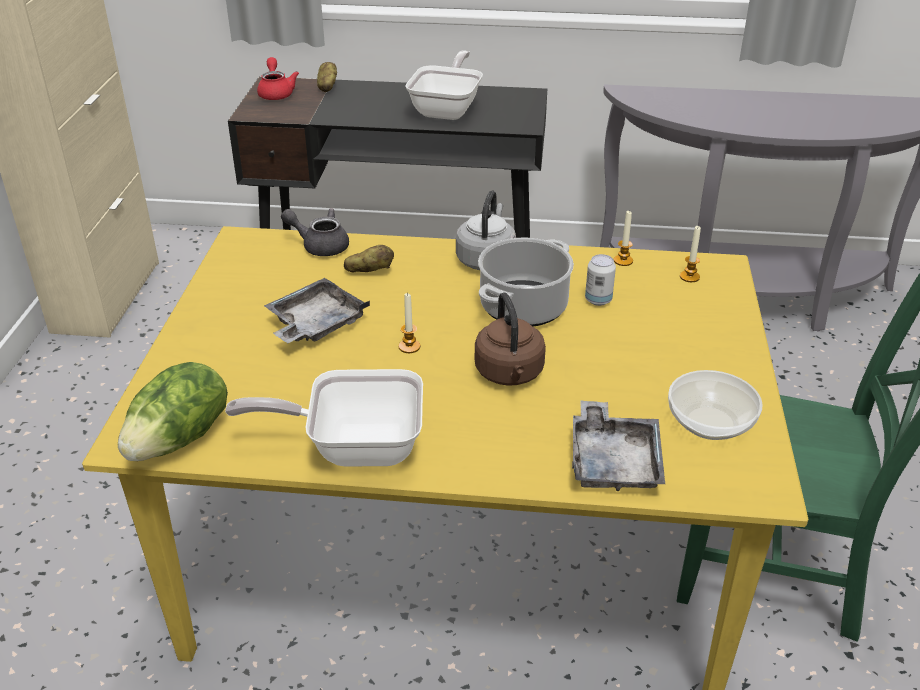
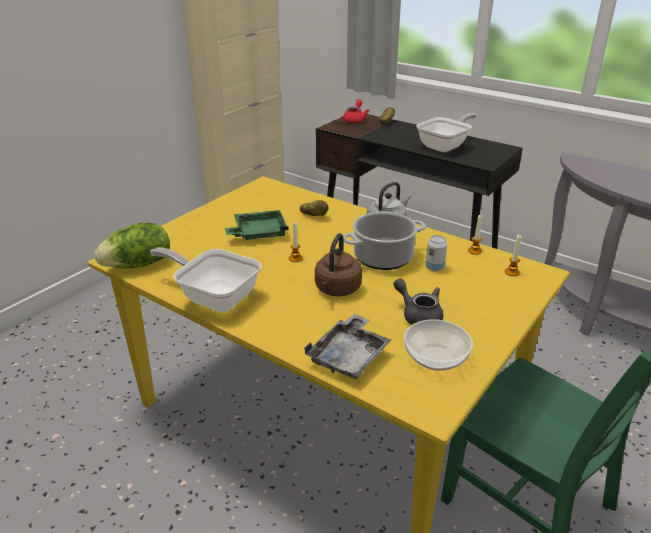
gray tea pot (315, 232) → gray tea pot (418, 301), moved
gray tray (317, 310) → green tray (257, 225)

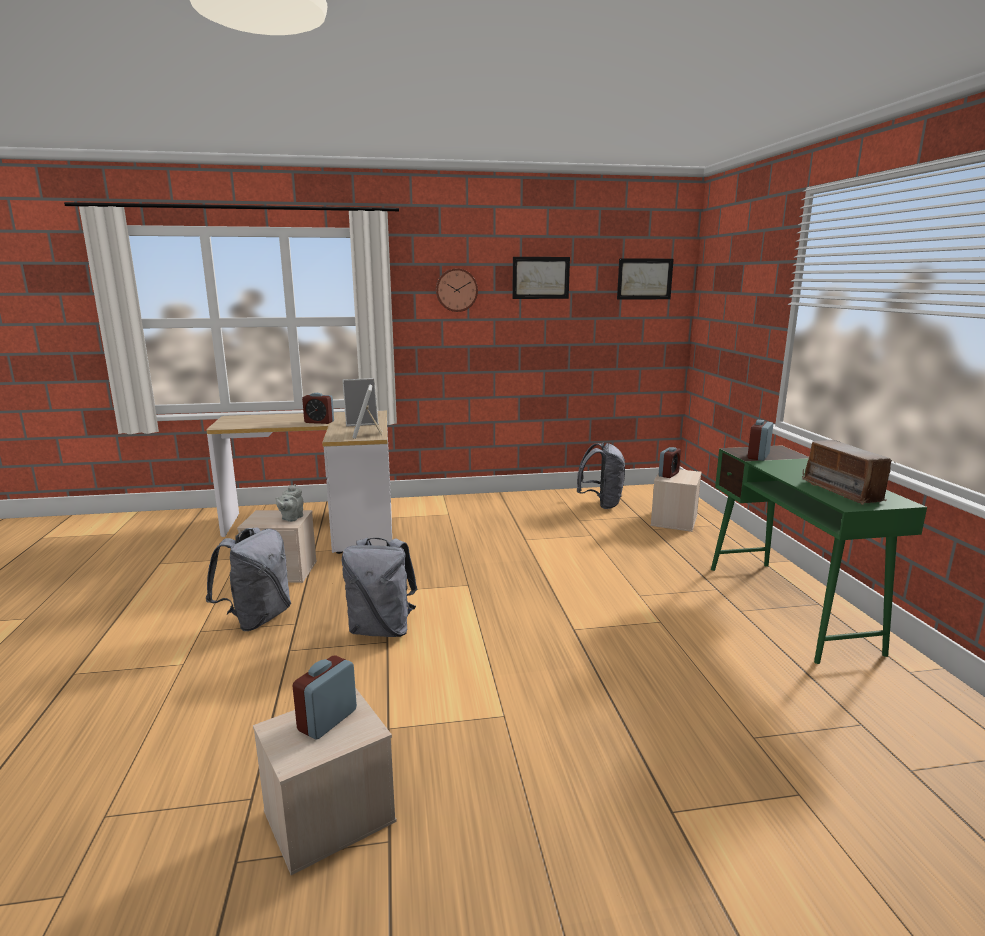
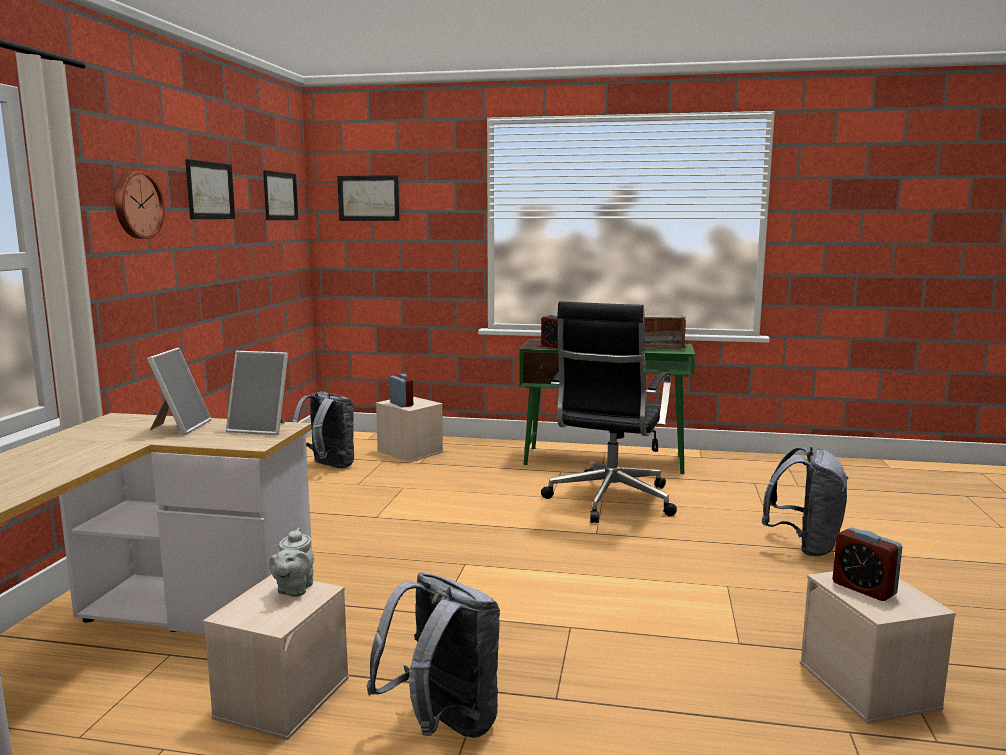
table clock (318, 408) → -
- → wall picture (368, 198)
- → blackish office chair (609, 412)
gray backpack (379, 587) → gray backpack (805, 502), moved
gray tea pot (289, 503) → gray tea pot (291, 562), 60 degrees clockwise

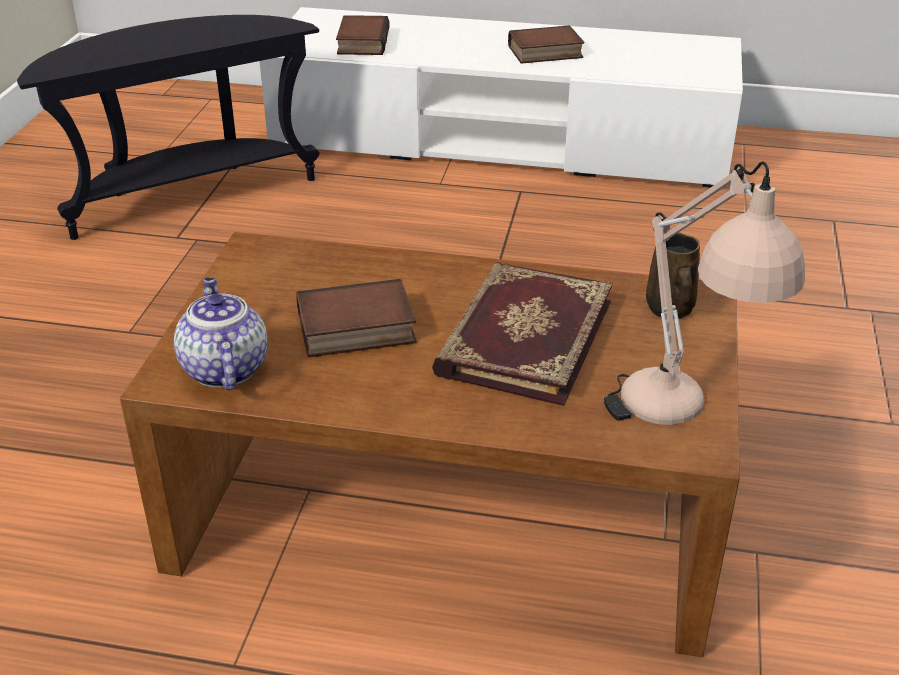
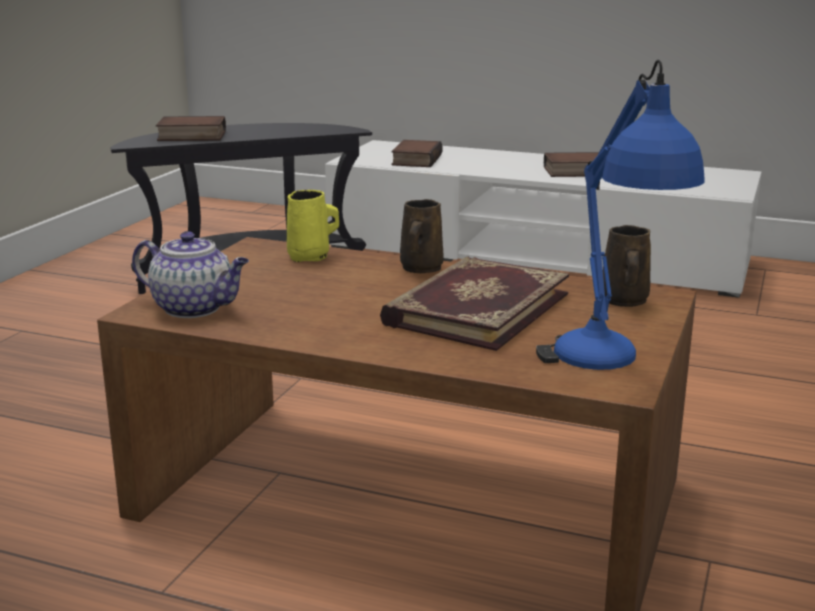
- → yellow-coloured tea mug (313, 226)
- → brown-coloured tea mug (422, 236)
volume (356, 318) → volume (191, 128), moved
beige table lamp (704, 293) → blue-coloured table lamp (620, 215)
tea pot (221, 333) → tea pot (190, 274), 120 degrees clockwise

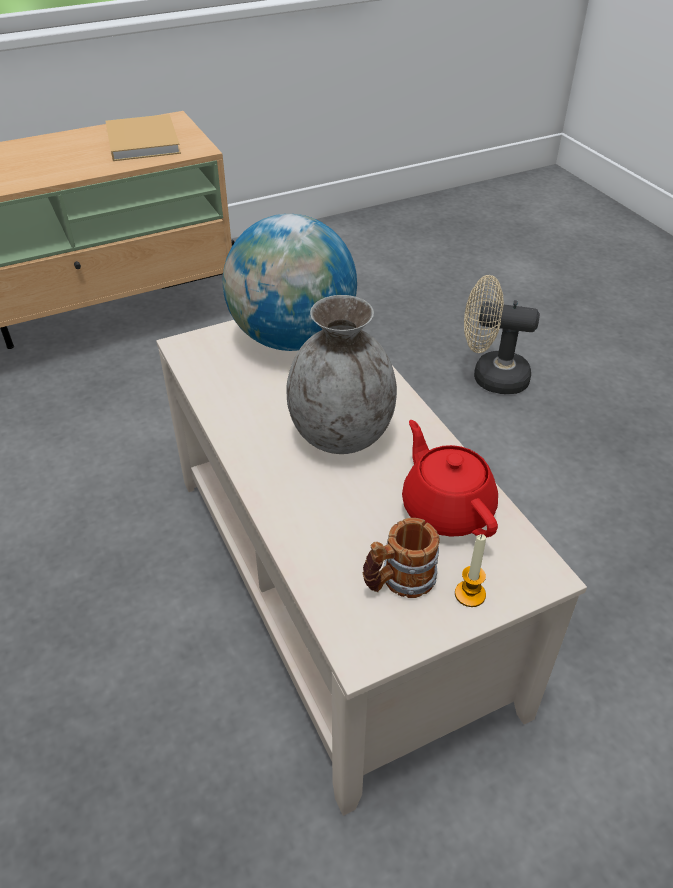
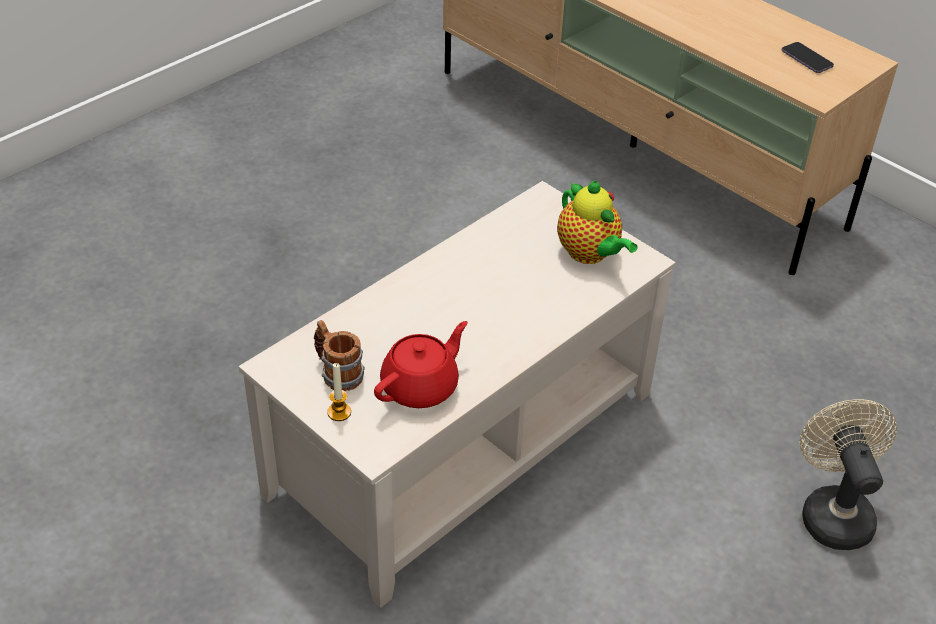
gray vase (341, 374) → -
beige volume (143, 137) → handset (808, 57)
desk globe (290, 282) → tea pot (597, 222)

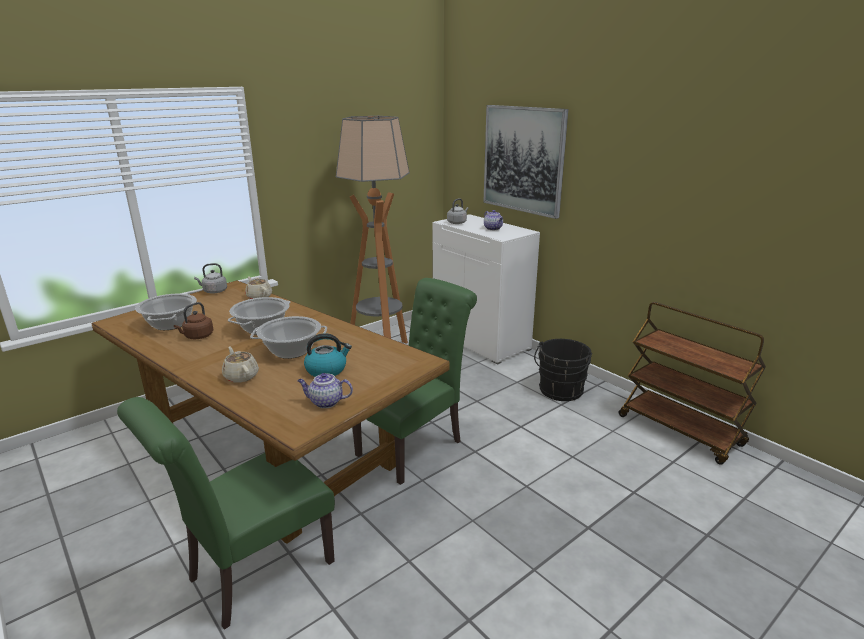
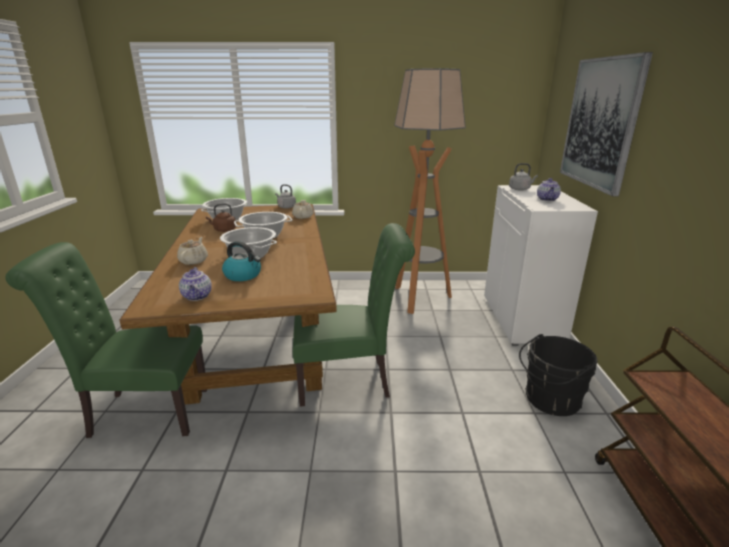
tea pot (325, 390) → tea pot (195, 284), 150 degrees counterclockwise

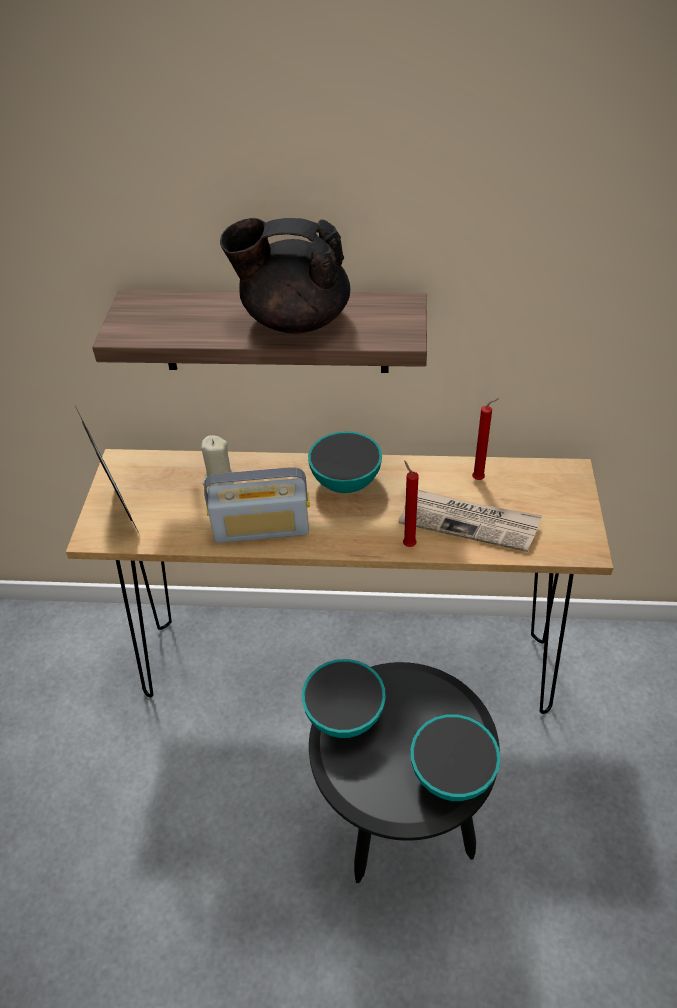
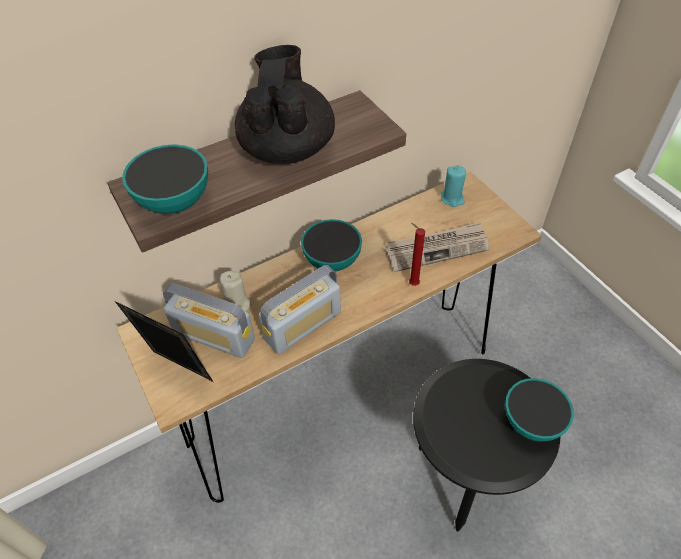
red wax light (485, 439) → -
- → radio (209, 320)
- → blue-green wax light (453, 186)
serving bowl (344, 698) → serving bowl (165, 179), moved
blackish tea pot (285, 276) → blackish tea pot (285, 104), 120 degrees clockwise

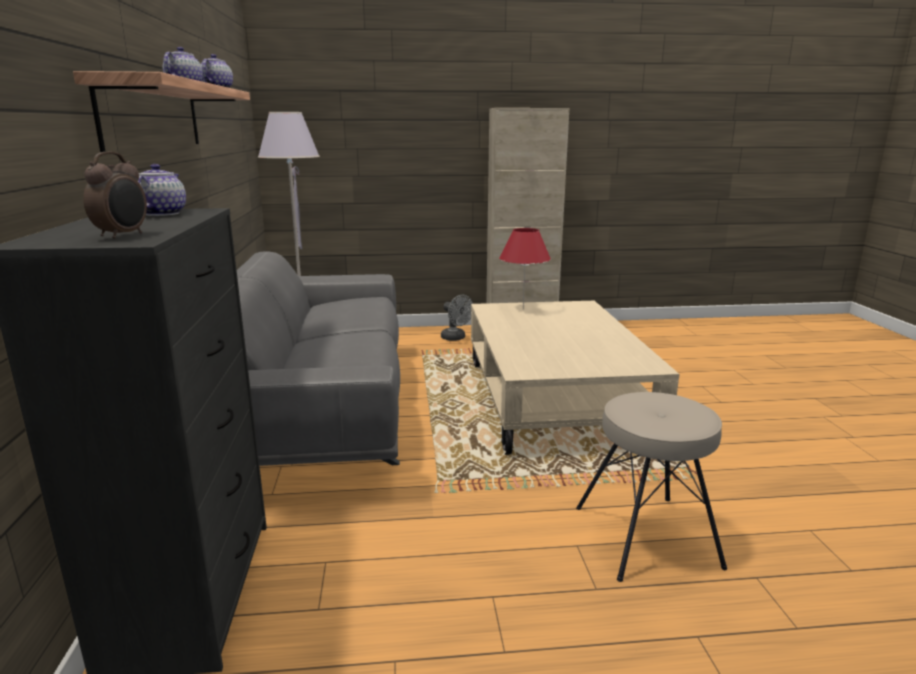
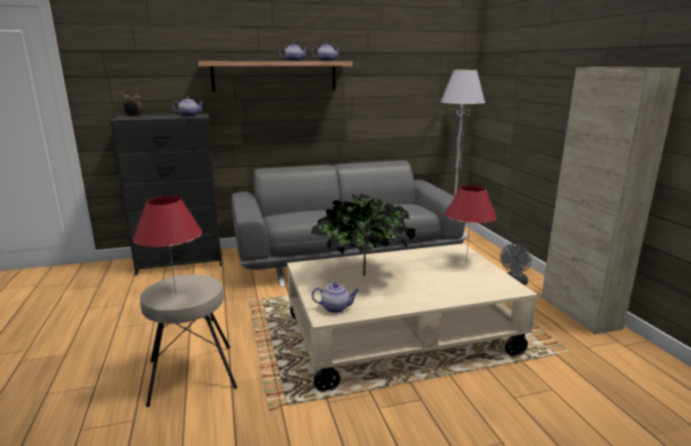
- → red table lamp (167, 244)
- → plant in a pot (363, 235)
- → tea pot (335, 298)

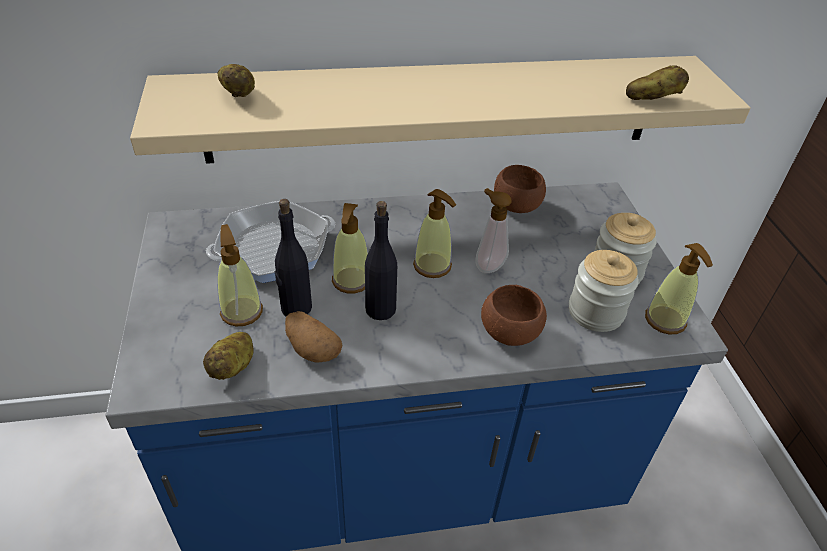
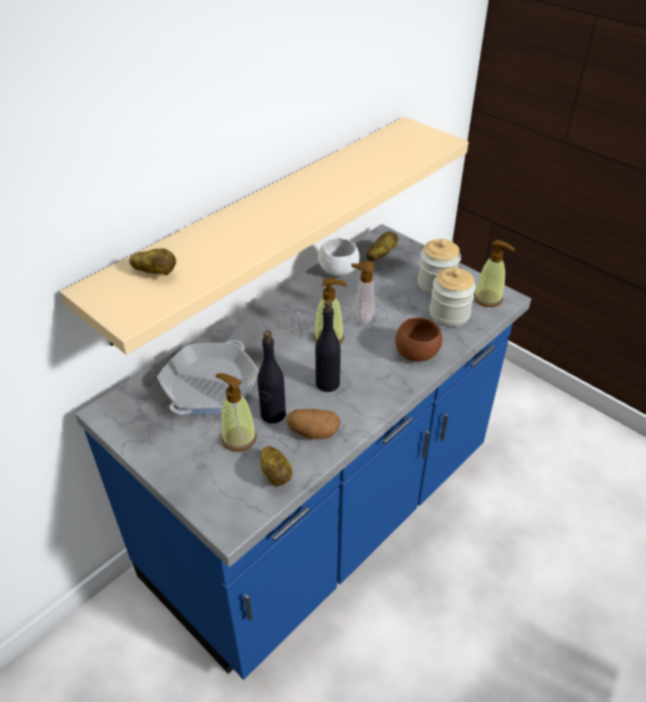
liquid soap bottle (350, 248) → -
potato (657, 82) → potato (382, 246), moved
brown-coloured serving bowl (520, 189) → white serving bowl (339, 257)

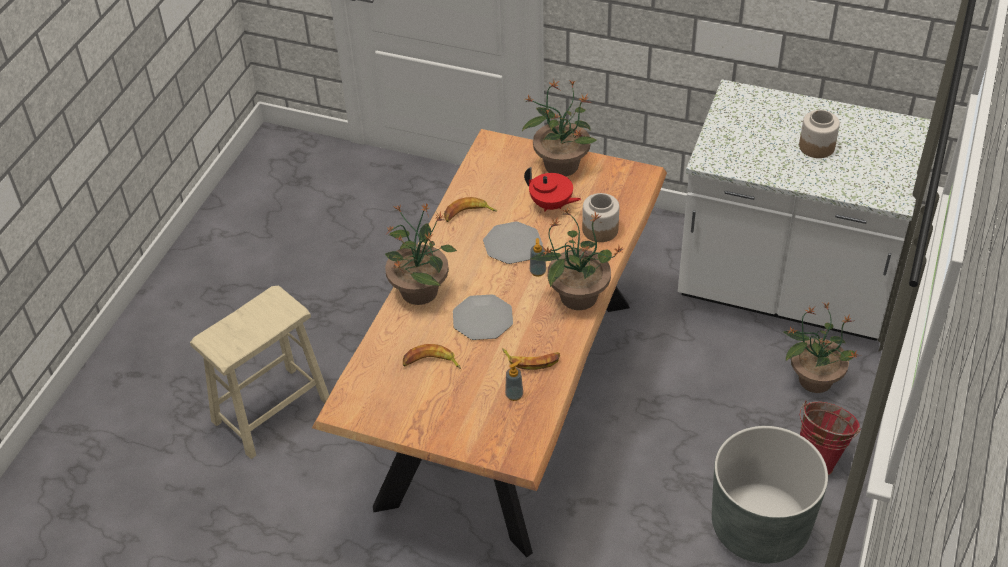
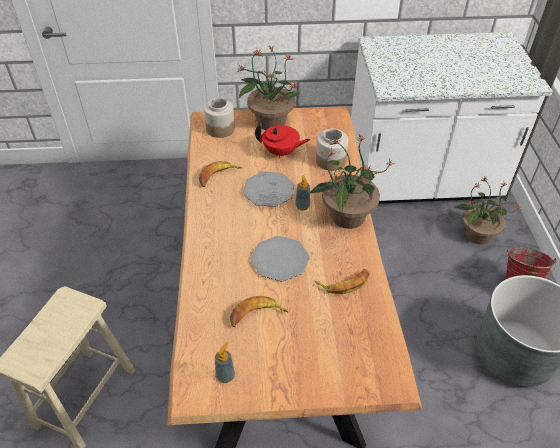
plant in a pot (421, 254) → -
liquid soap bottle (514, 380) → liquid soap bottle (225, 362), moved
storage jar (819, 134) → storage jar (219, 118), moved

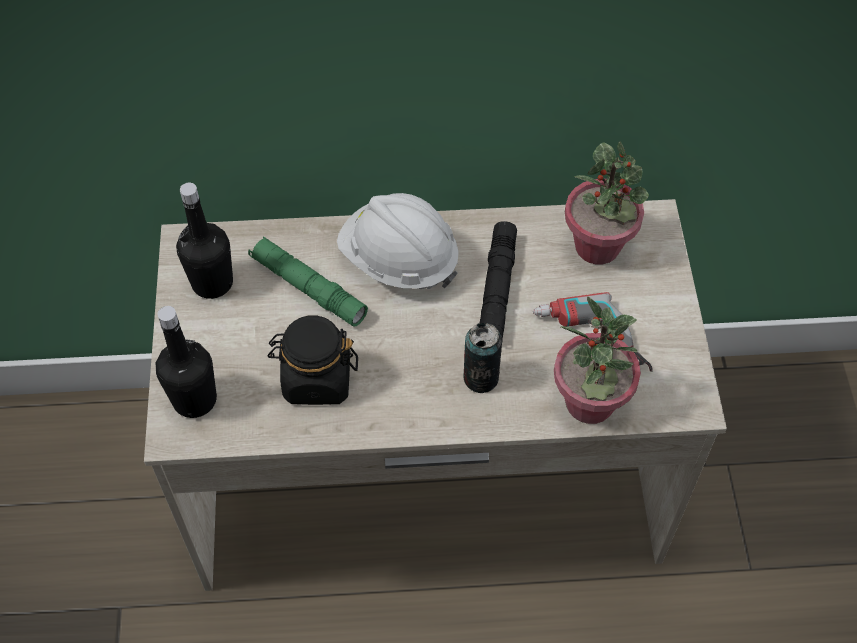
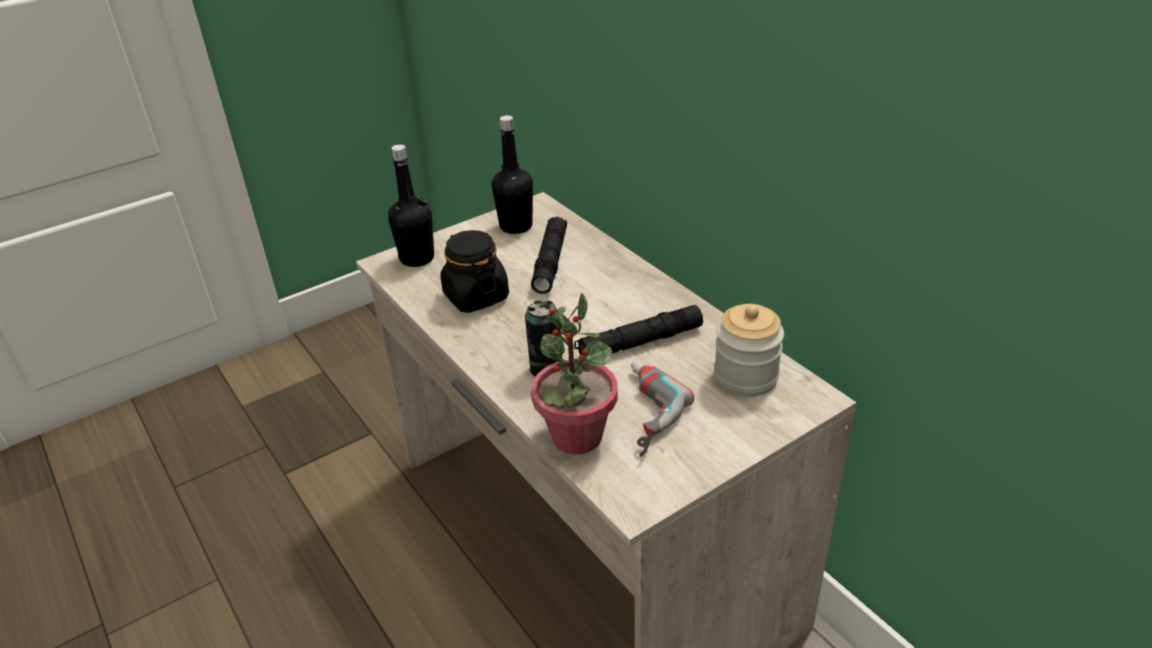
white hard hat (398, 241) → -
plant in a pot (607, 203) → storage jar (749, 350)
green torch (308, 281) → blackish torch (549, 255)

